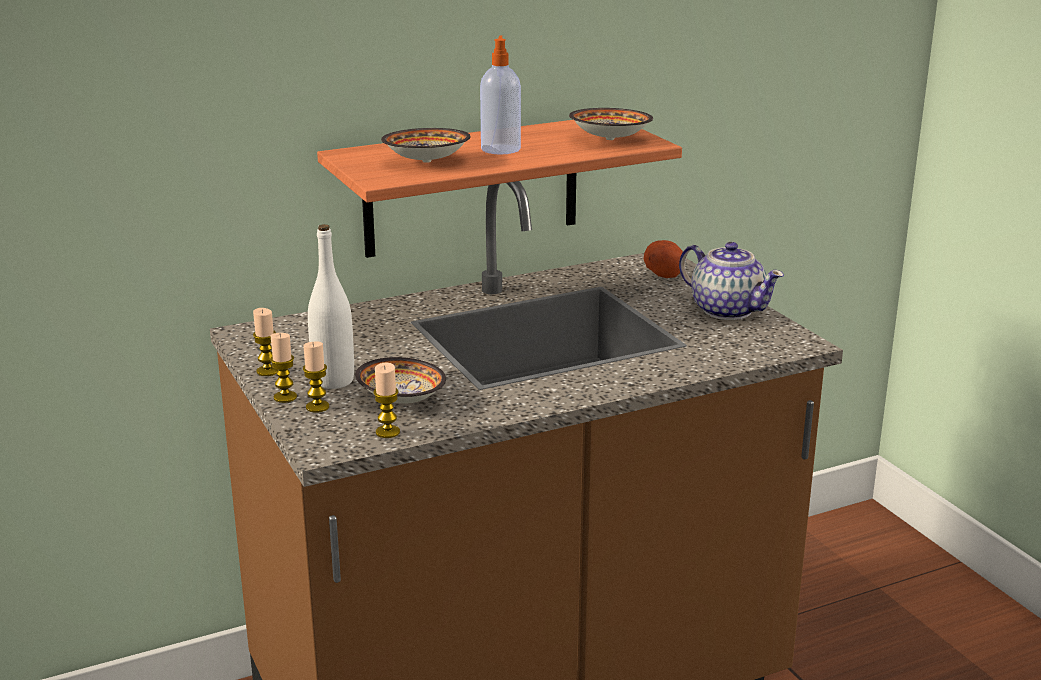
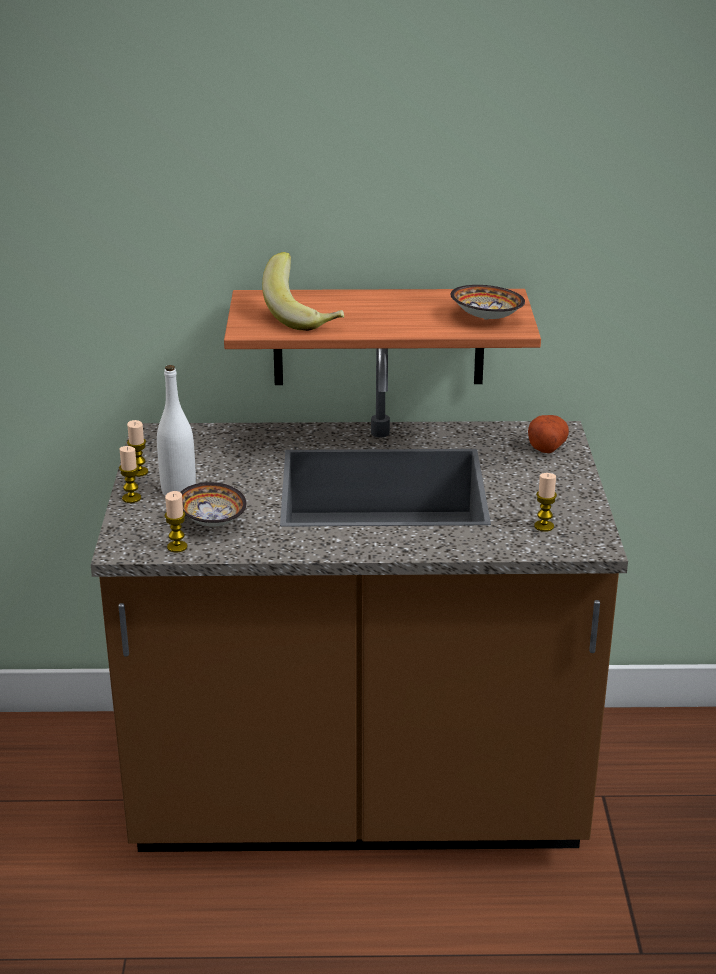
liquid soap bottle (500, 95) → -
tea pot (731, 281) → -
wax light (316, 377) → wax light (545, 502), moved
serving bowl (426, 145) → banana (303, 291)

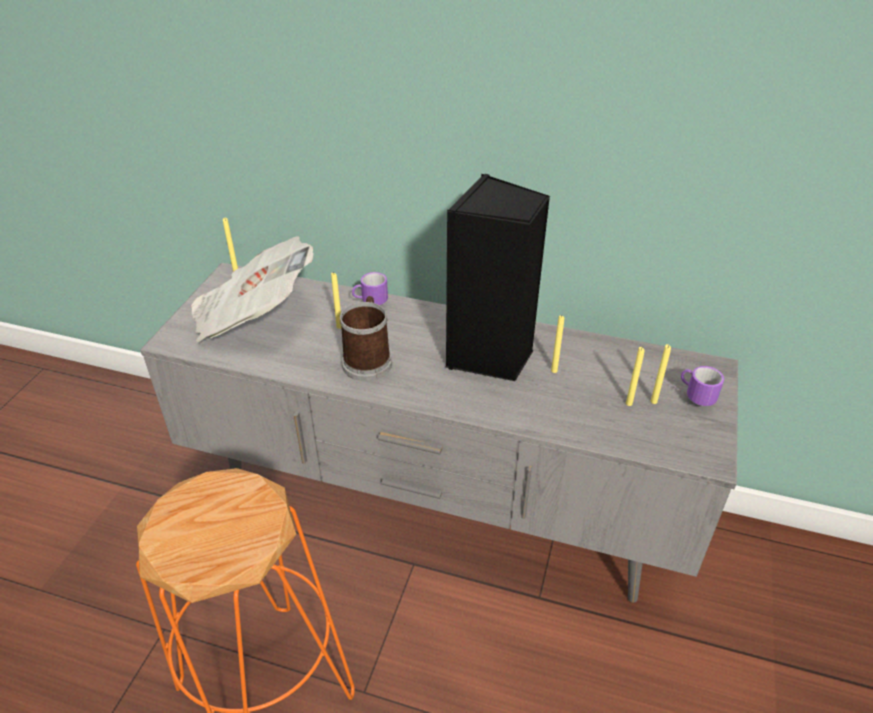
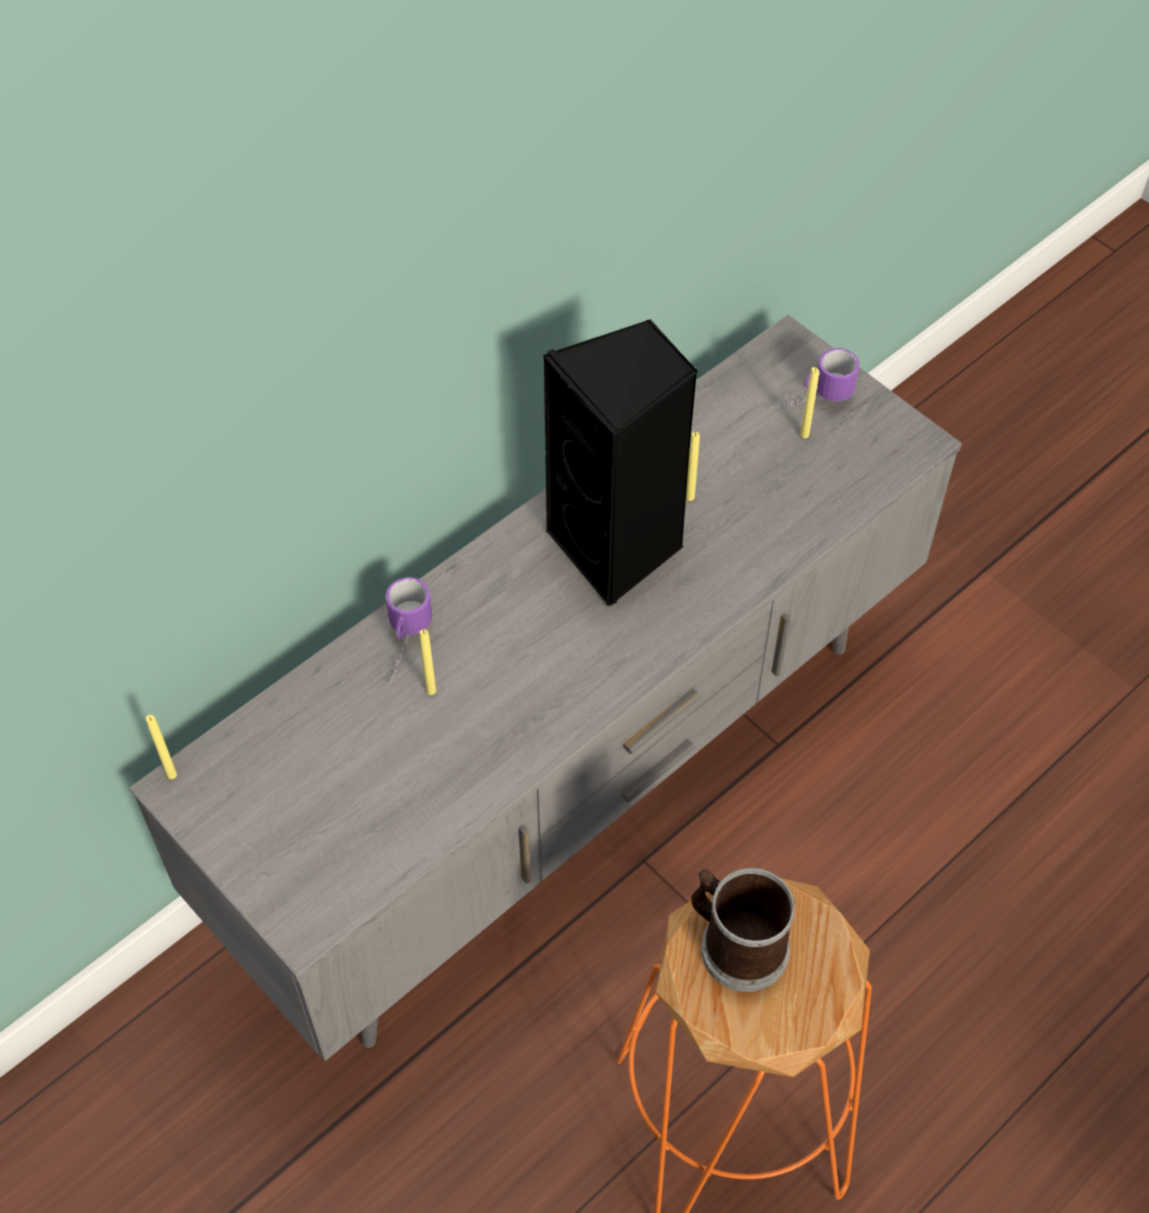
printed paper (252, 289) → -
yellow-coloured wax light (635, 376) → -
tea mug (366, 338) → tea mug (743, 930), moved

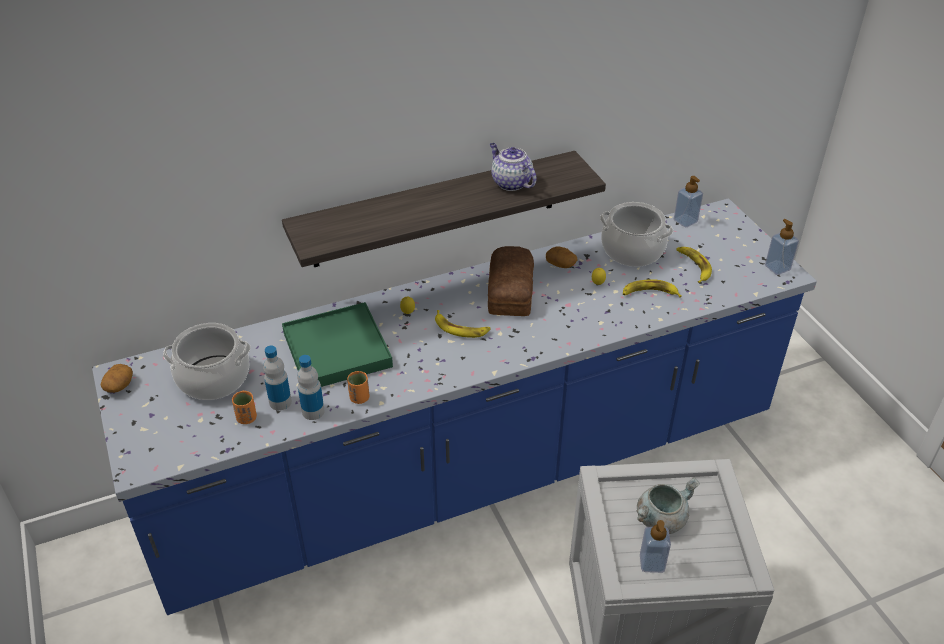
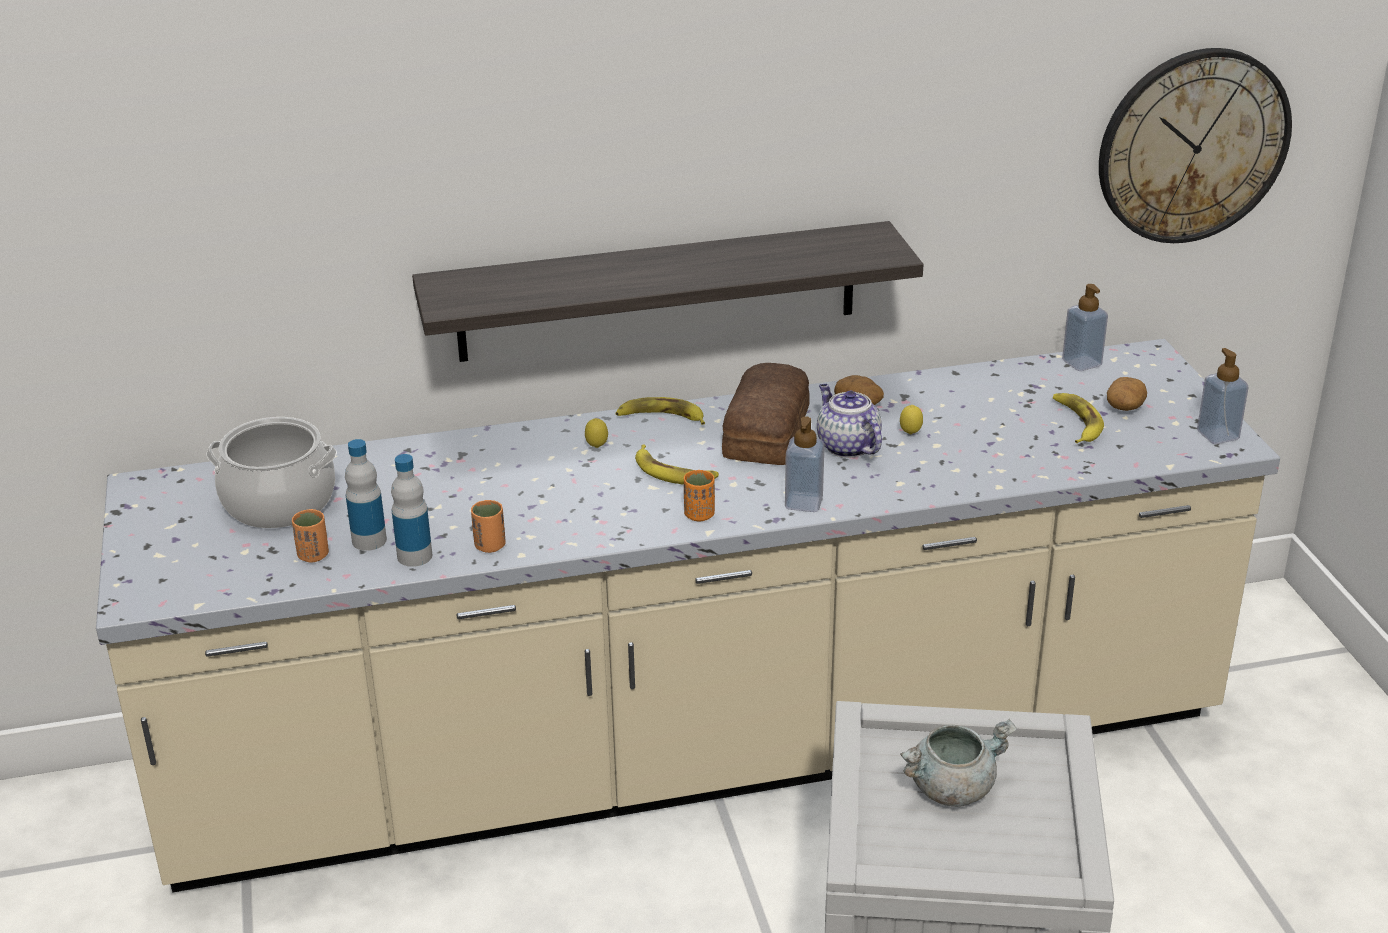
green tray (337, 344) → -
stockpot (636, 234) → -
- → orange-coloured cup (699, 496)
- → hanging clock (1195, 145)
potato (116, 378) → potato (1127, 394), moved
tea pot (513, 167) → tea pot (849, 421), moved
banana (652, 288) → banana (660, 411), moved
liquid soap bottle (655, 546) → liquid soap bottle (805, 464), moved
blue-coloured kitchen base unit (454, 406) → beige kitchen base unit (688, 616)

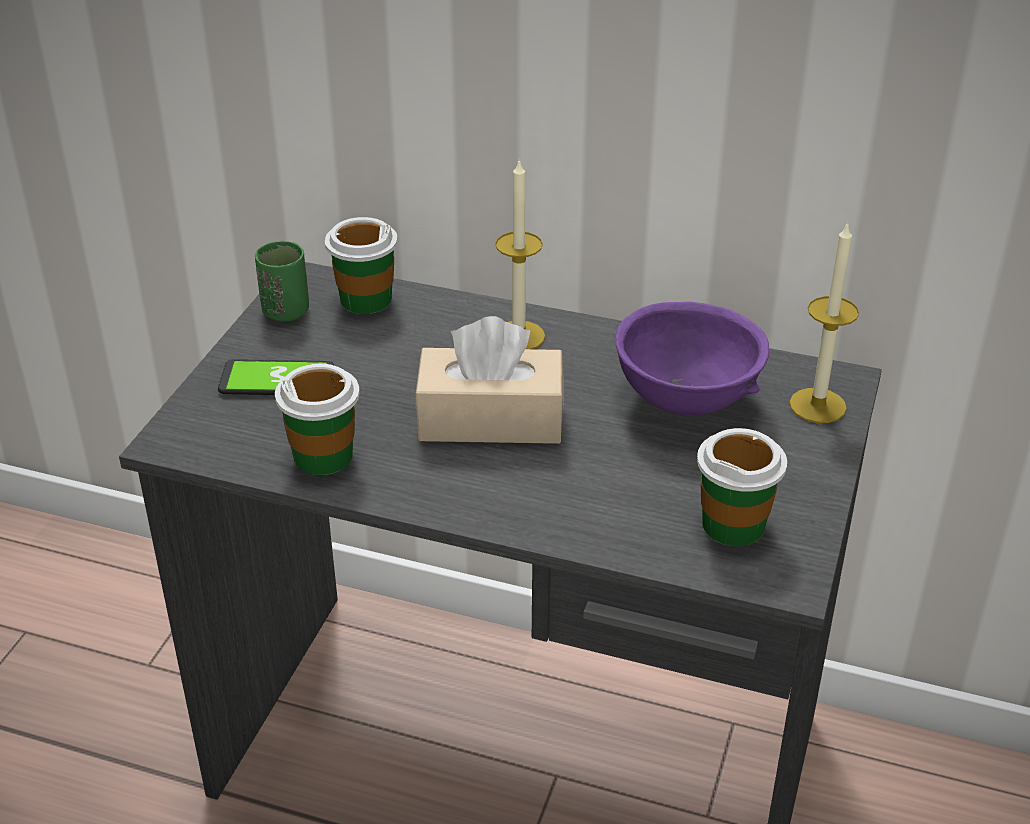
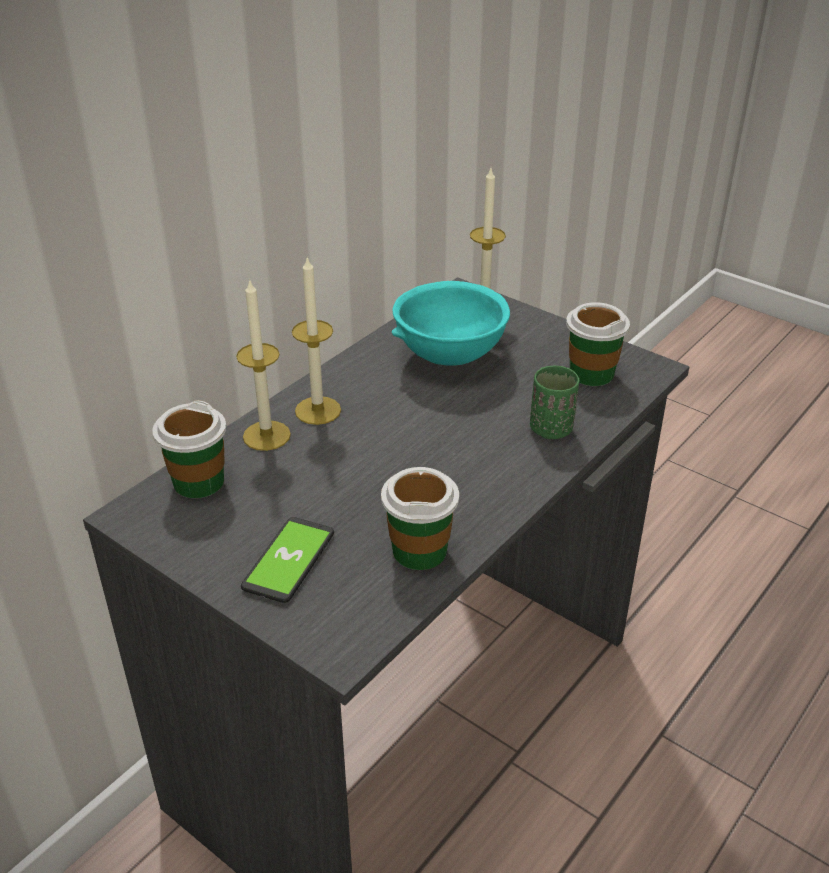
beige tissue holder (489, 380) → -
- → wax light (263, 364)
green cup (282, 281) → green cup (554, 402), moved
purple serving bowl (692, 358) → blue-green serving bowl (451, 323)

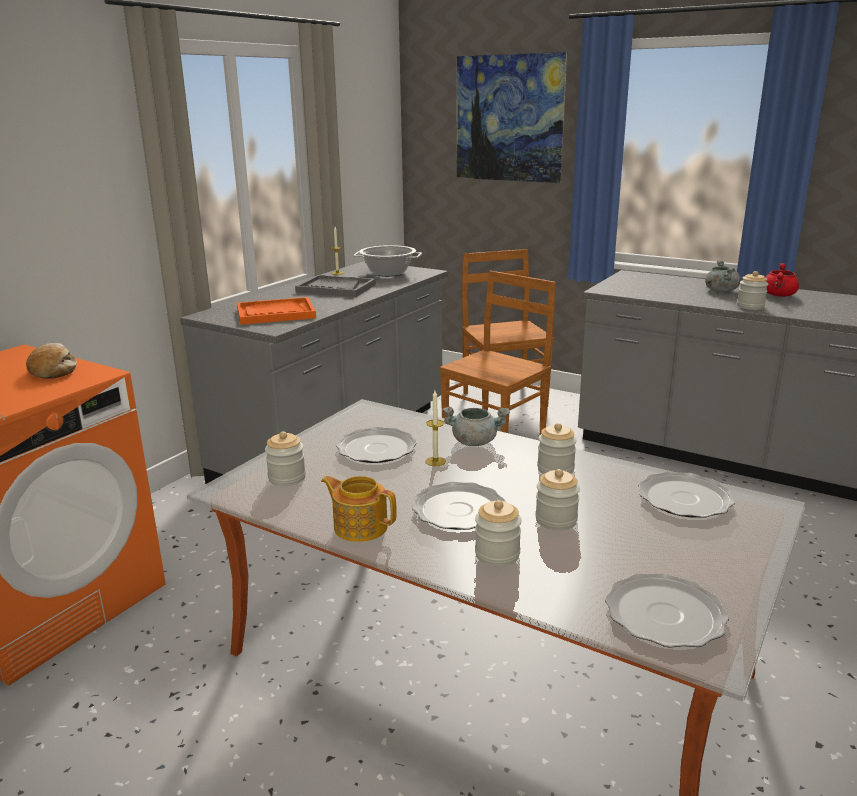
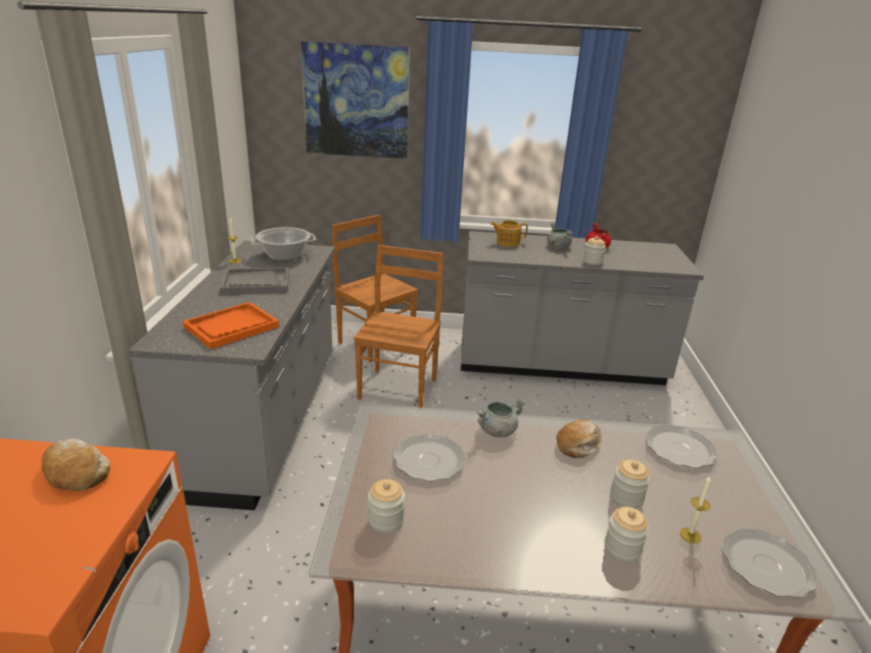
flat dish (459, 506) → -
tea pot (359, 509) → tea pot (509, 233), moved
wax light (435, 428) → wax light (695, 510), moved
storage jar (557, 448) → bakery bread (579, 438)

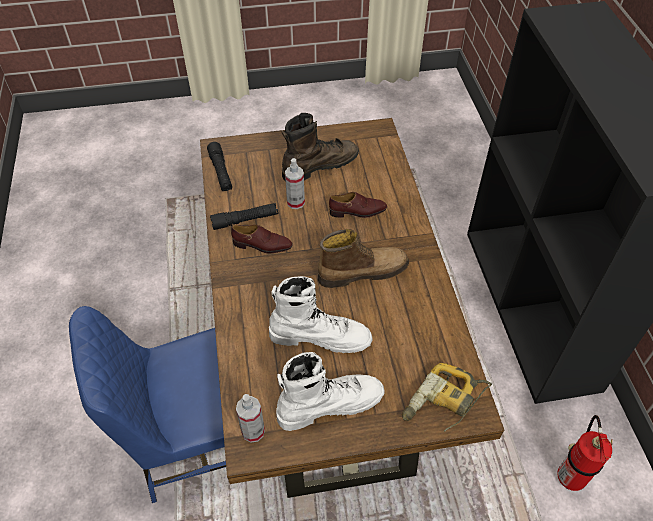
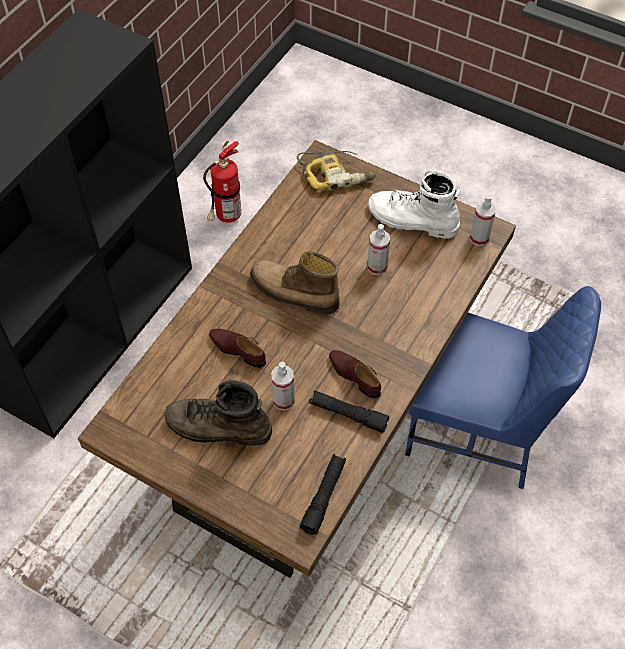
white boot (320, 314) → hand sprayer (378, 249)

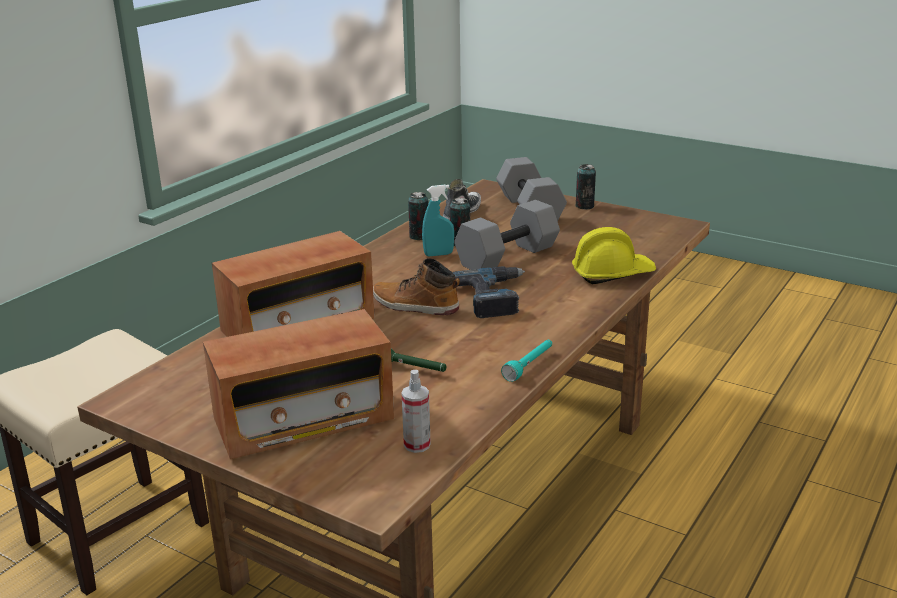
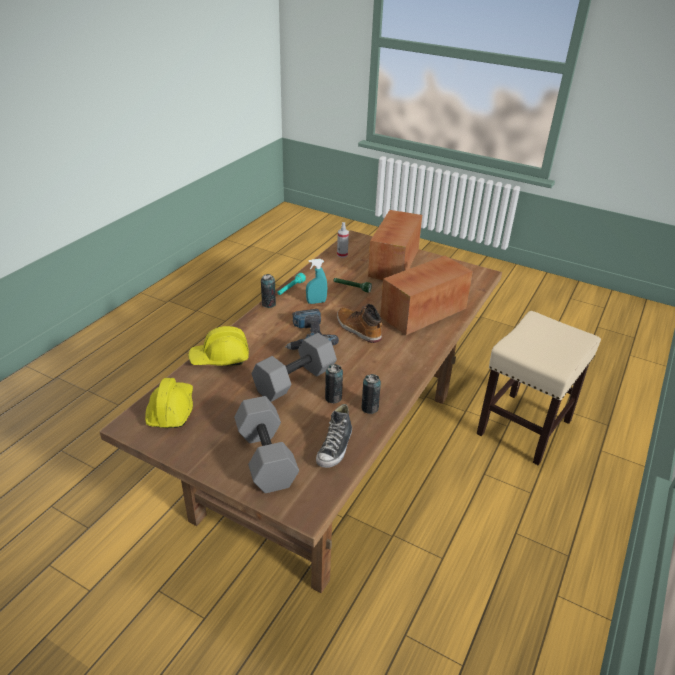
- → yellow-coloured hard hat (169, 403)
blue-green hand sprayer (438, 220) → blue-green hand sprayer (316, 281), moved
sealed can (586, 186) → sealed can (268, 291), moved
radio (298, 384) → radio (395, 245), 45 degrees counterclockwise
boot (416, 286) → boot (360, 323), 150 degrees counterclockwise

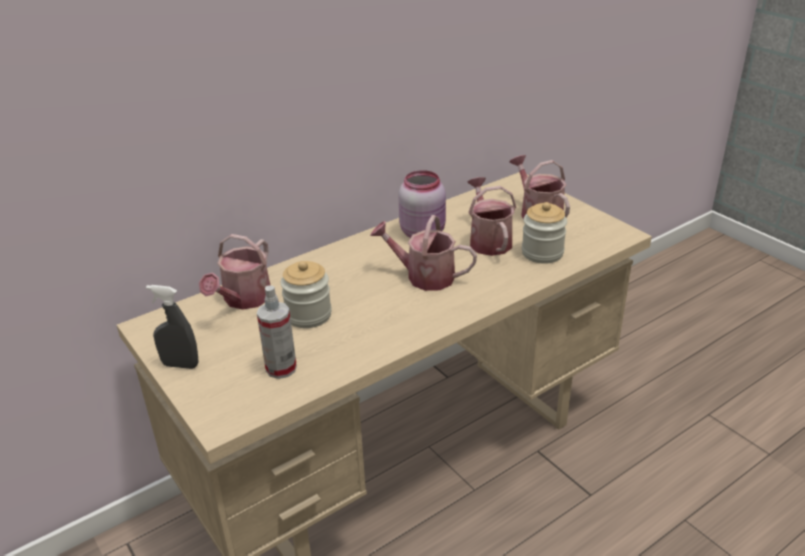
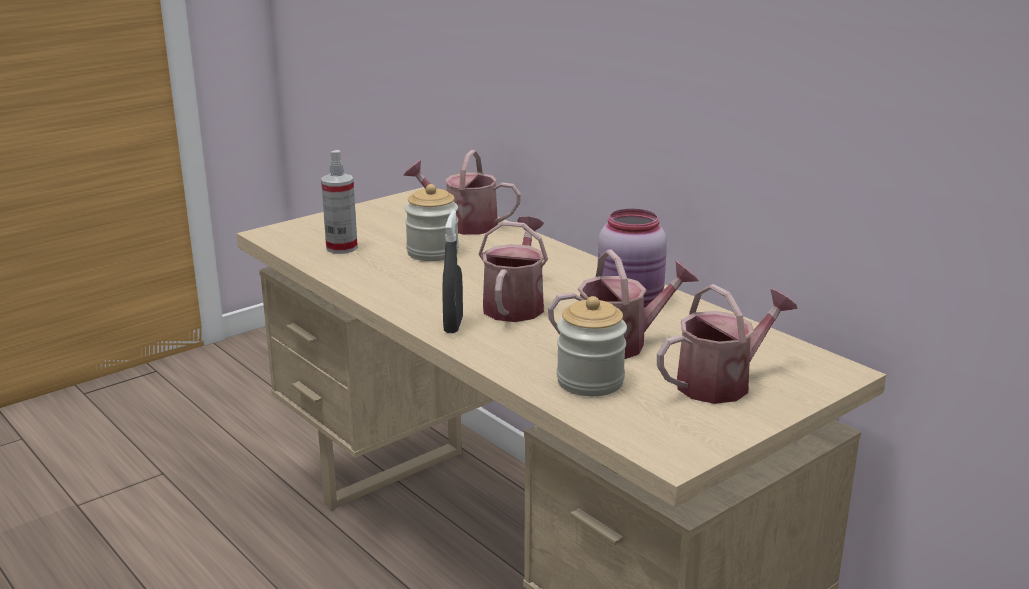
gray hand sprayer (172, 327) → gray hand sprayer (452, 271), moved

